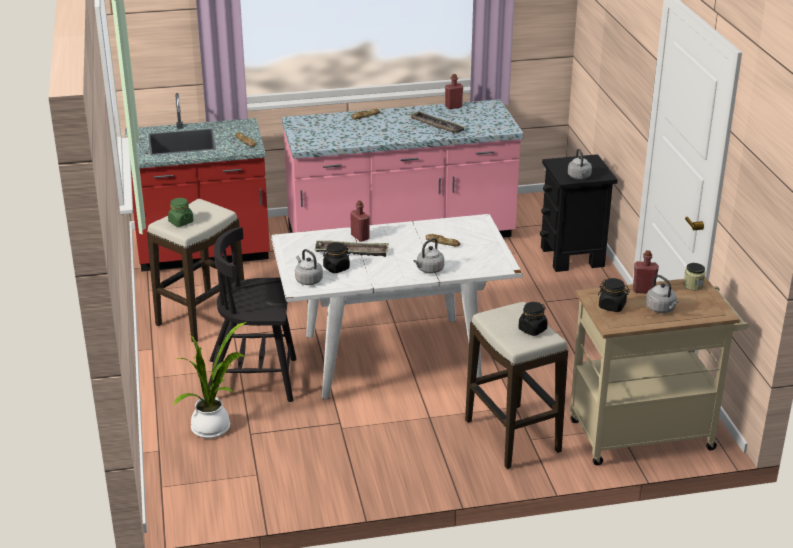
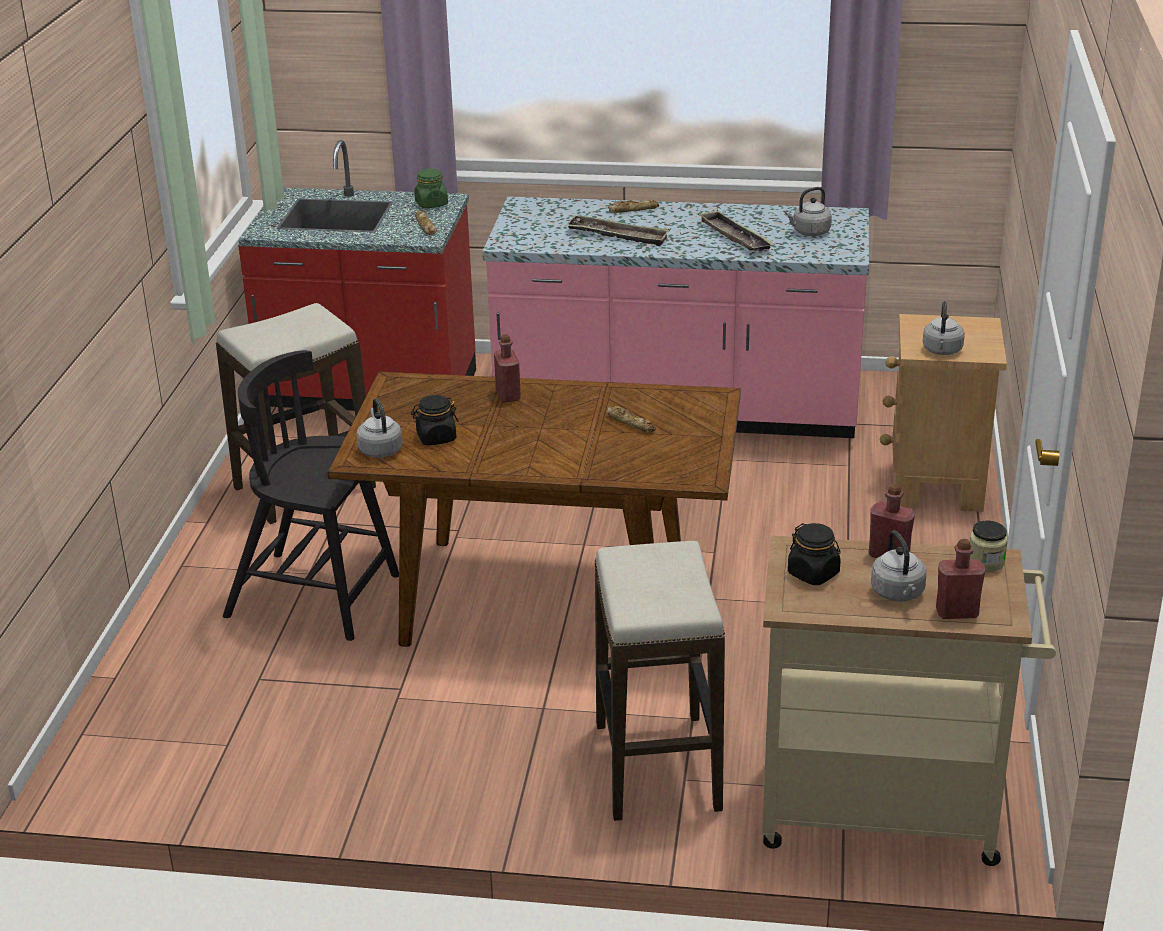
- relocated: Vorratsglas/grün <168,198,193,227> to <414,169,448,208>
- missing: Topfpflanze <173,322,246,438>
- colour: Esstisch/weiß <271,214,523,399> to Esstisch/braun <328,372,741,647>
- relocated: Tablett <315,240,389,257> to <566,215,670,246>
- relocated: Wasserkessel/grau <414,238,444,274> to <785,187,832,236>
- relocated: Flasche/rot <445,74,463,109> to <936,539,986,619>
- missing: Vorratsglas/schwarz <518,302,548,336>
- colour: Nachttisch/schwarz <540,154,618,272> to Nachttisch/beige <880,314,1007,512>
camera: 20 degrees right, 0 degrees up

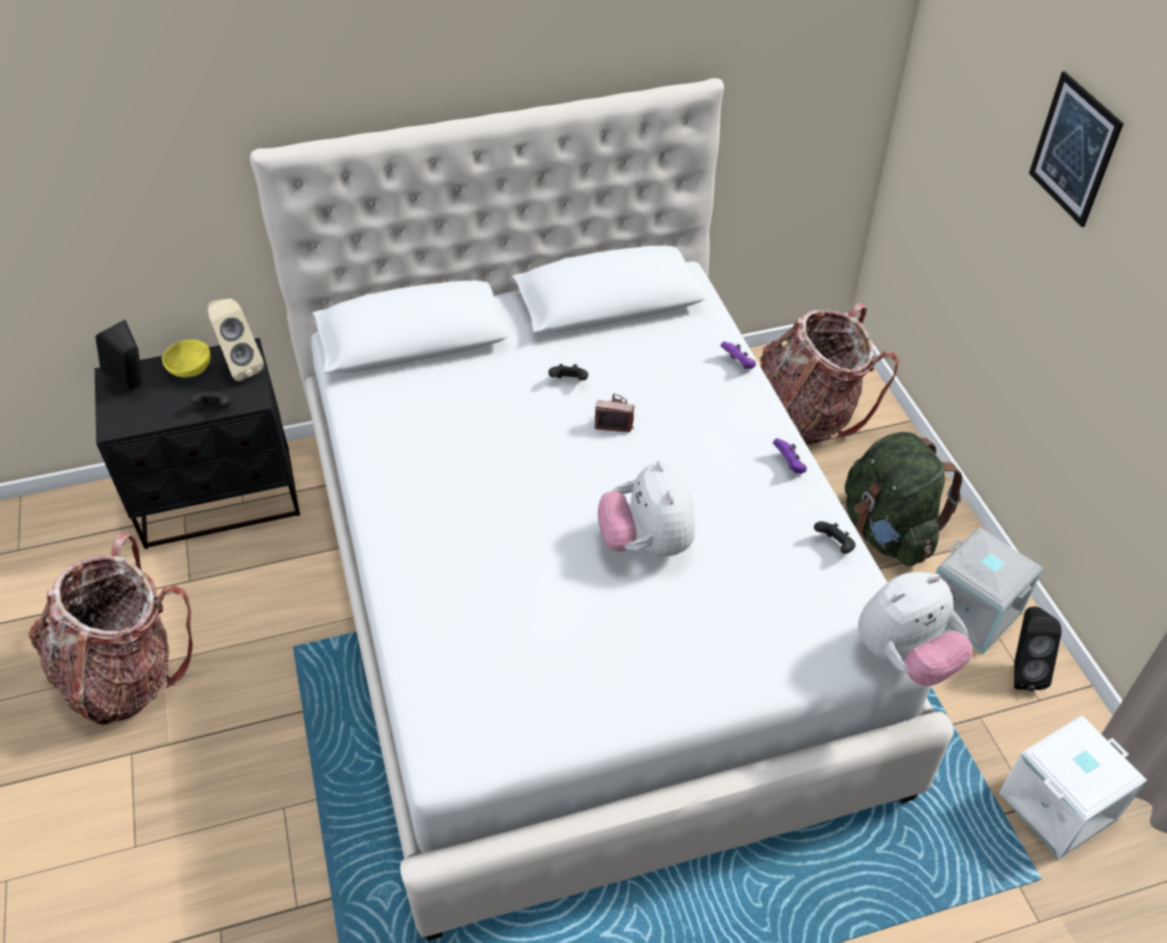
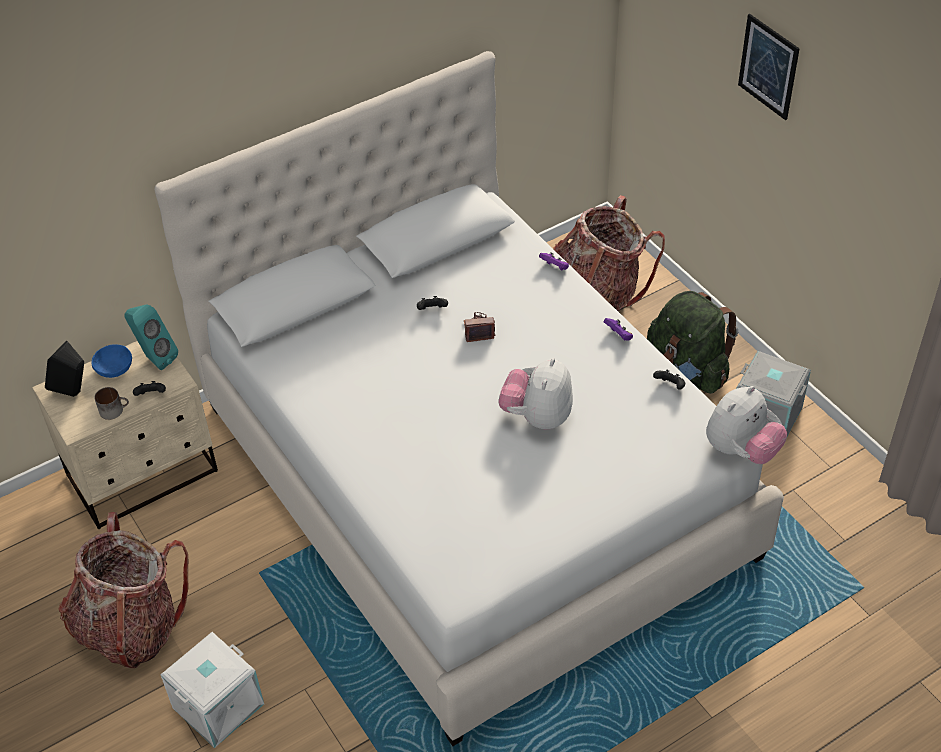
- colour: Nachttisch/schwarz <95,338,300,549> to Nachttisch/beige <32,341,218,529>
- colour: Schüssel/gelb <162,339,211,377> to Schüssel/blau <91,344,132,378>
- colour: Lautsprecher/beige <207,298,264,381> to Lautsprecher/türkis <125,304,178,370>
- spun: Plüschtier <598,461,695,557> = <498,358,573,429> 45 degrees clockwise
- relocated: Aufbewahrungsbox/weiß <999,715,1147,859> to <160,632,264,748>
- missing: Lautsprecher/schwarz <1014,606,1062,691>
- appeared: Henkelbecher <94,387,129,420>
camera: 15 degrees left, 0 degrees up

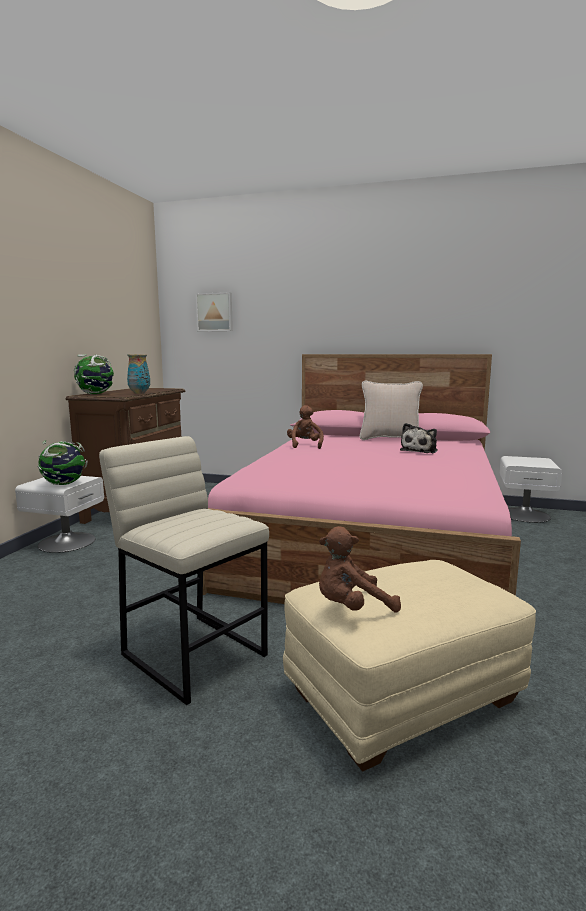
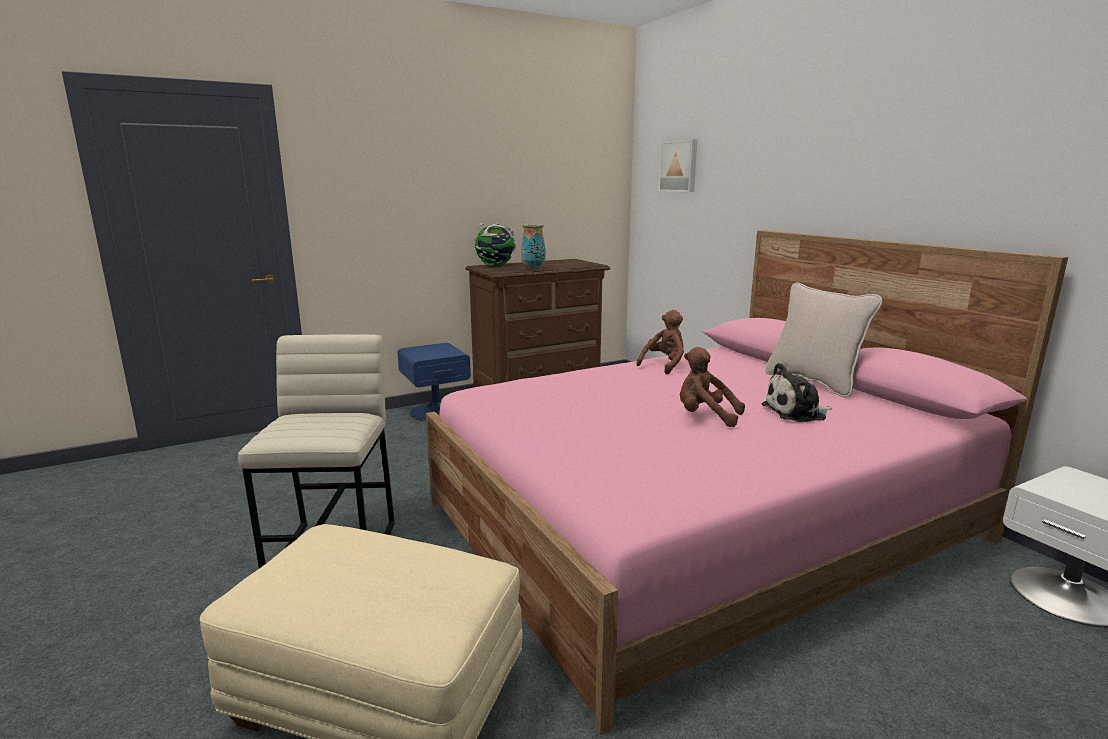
- colour: Nachttisch/weiß <15,476,104,553> to Nachttisch/blau <397,343,471,421>
- missing: Globus <38,440,87,485>
- relocated: Plüschtier/braun <319,526,401,613> to <680,347,745,427>
camera: 45 degrees right, 5 degrees up

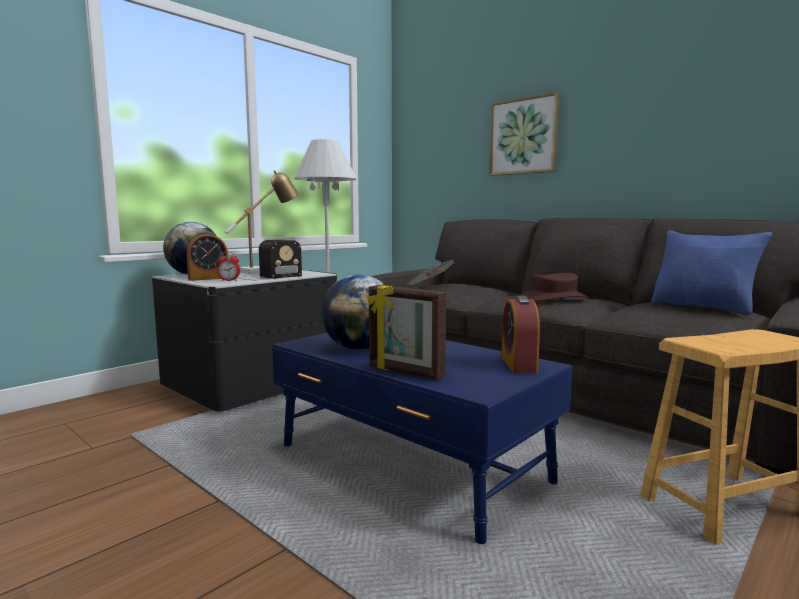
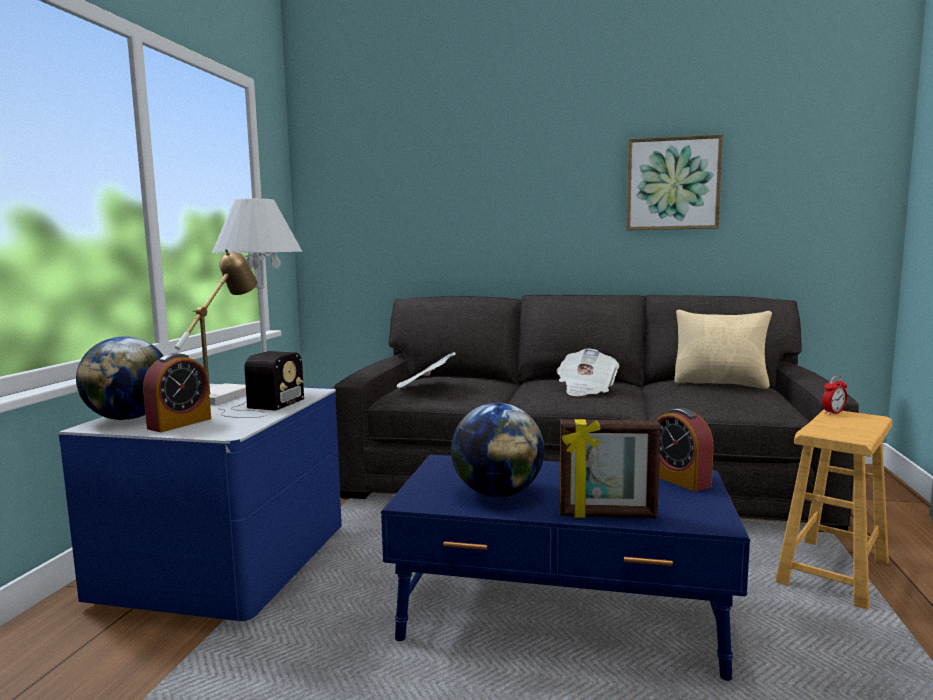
- colour: Nachttisch/schwarz <152,270,337,412> to Nachttisch/blau <58,384,342,621>
- relocated: Wecker <217,252,240,281> to <822,376,847,415>
- relocated: Bild <489,92,560,176> to <626,134,723,230>
- exchanged: Hut/braun <519,273,590,302> to Zeitung <557,349,619,396>
- colour: Kissen/blau <651,230,772,315> to Kissen/beige <674,310,772,389>
camera: 30 degrees left, 0 degrees up

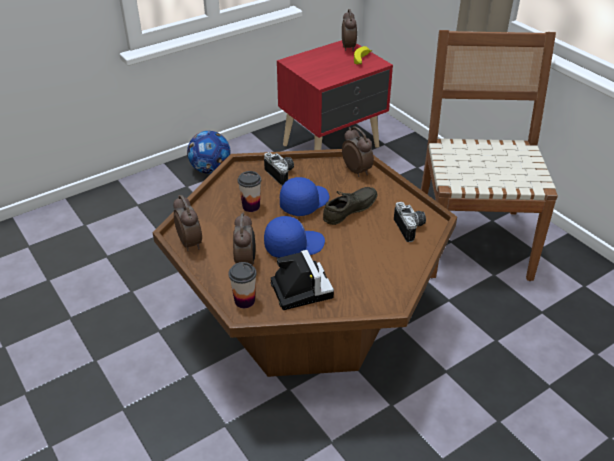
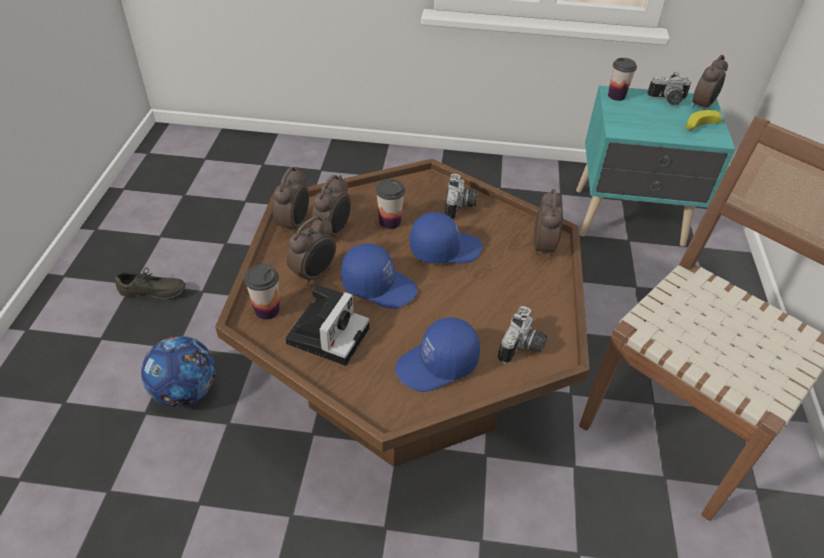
- relocated: Fußball <187,131,231,174> to <141,336,215,407>
- colour: Nachttisch/rot <277,40,393,150> to Nachttisch/türkis <576,85,736,247>
- relocated: Schuh/grau <323,187,378,225> to <115,267,186,299>
- appeared: Wecker <311,175,351,237>
- appeared: Kappe/blau <395,318,480,392>
- appeared: Tasse <608,58,637,101>
- appeared: Kamera <648,72,692,105>
camera: 40 degrees right, 5 degrees up

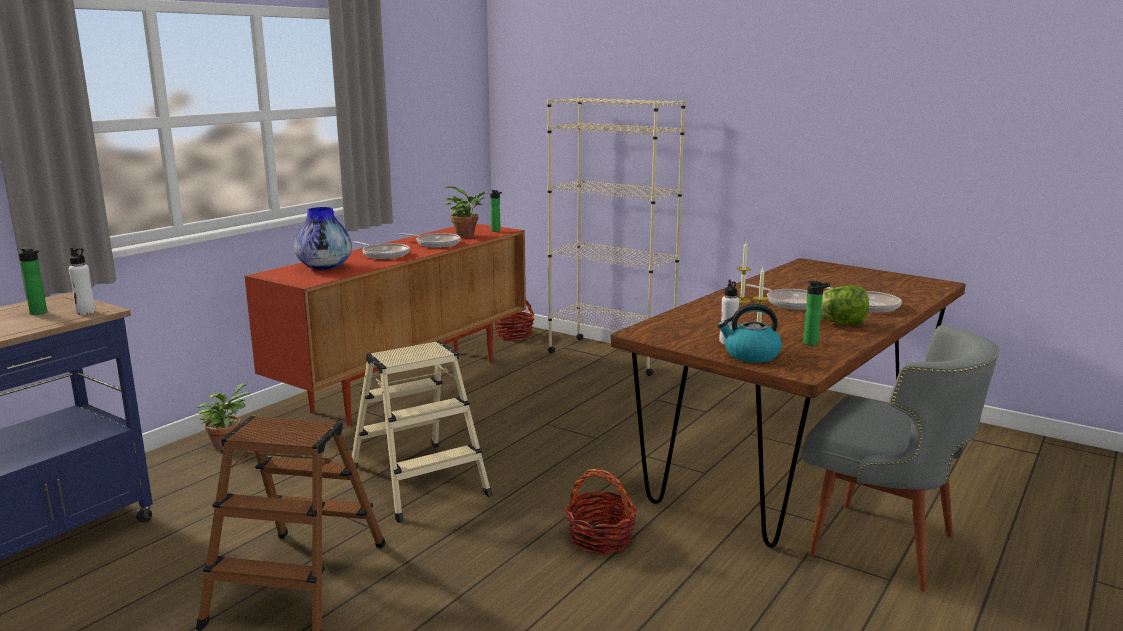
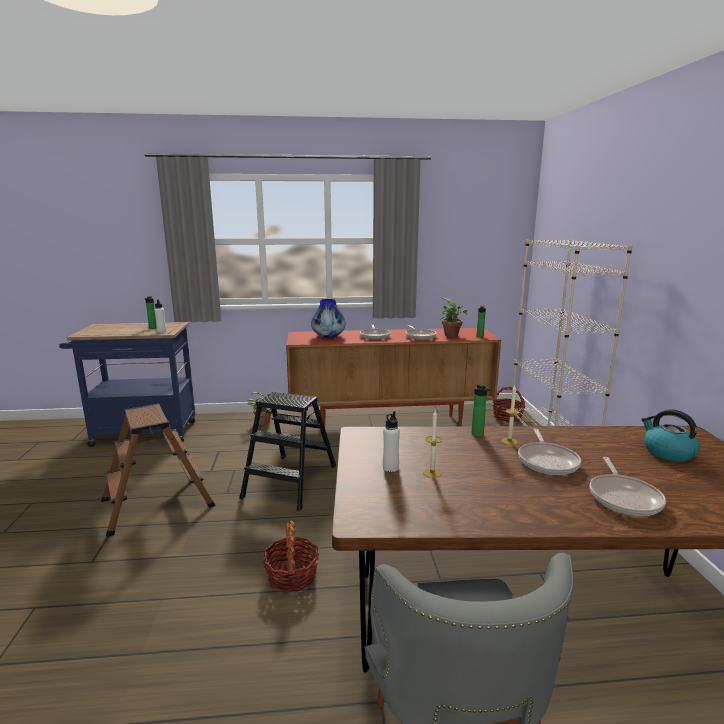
- colour: Trittleiter/beige <352,341,493,523> to Trittleiter/schwarz <239,391,336,511>
- relocated: Wasserkessel <717,304,782,363> to <641,409,700,462>
- relocated: Flasche <803,281,830,346> to <471,383,491,436>
- missing: Salatkopf <821,285,869,325>
camera: 50 degrees right, 0 degrees up

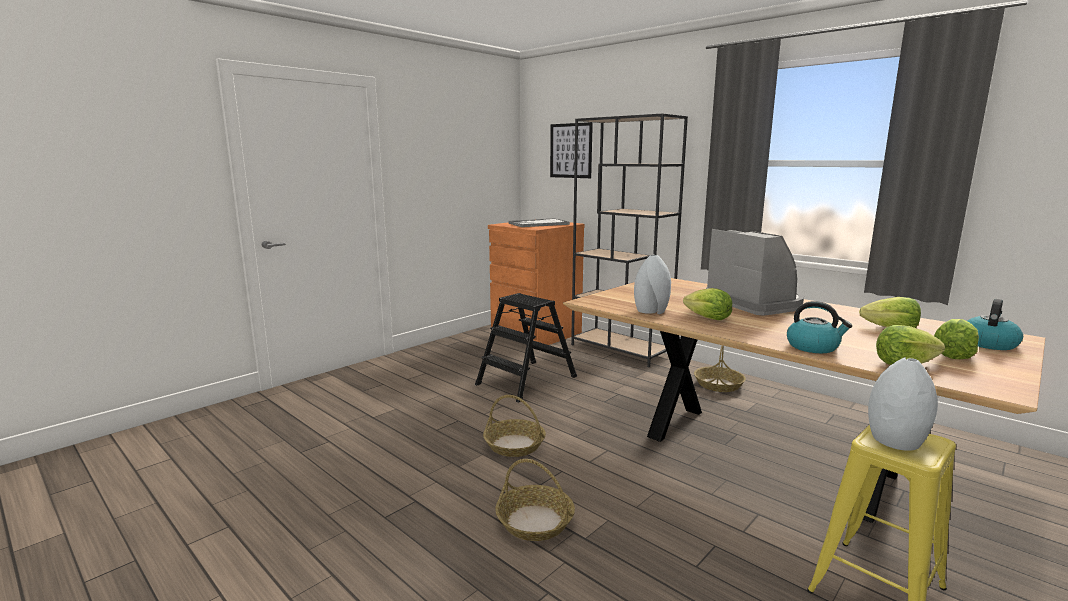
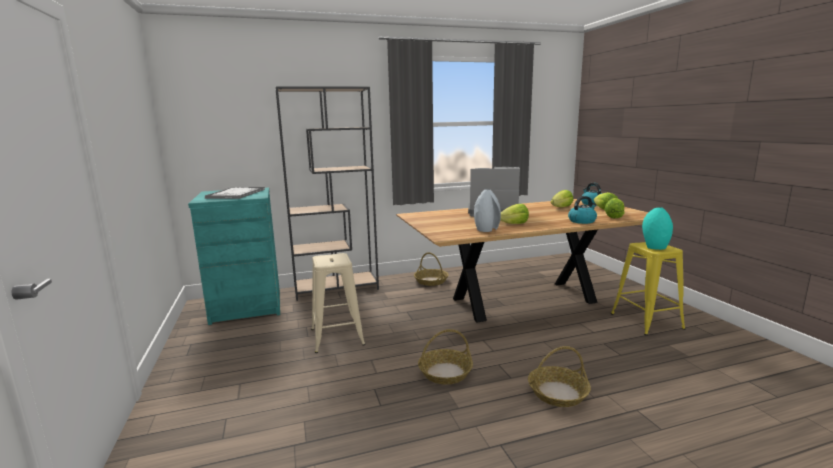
- exchanged: Trittleiter/schwarz <475,293,577,403> to Hocker/beige <311,253,365,353>
- colour: Kommode/orange <488,222,585,345> to Kommode/türkis <188,188,280,325>
- missing: Bild <550,122,593,178>
- colour: Vase/grau <868,357,938,451> to Vase/türkis <642,207,673,250>
camera: 60 degrees left, 0 degrees up

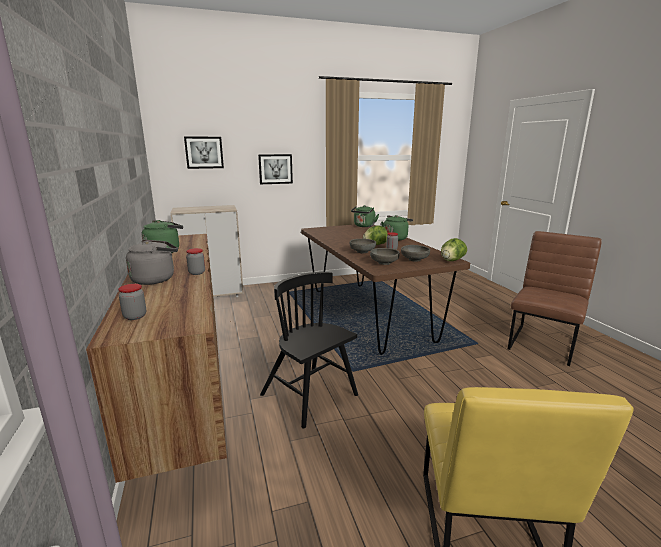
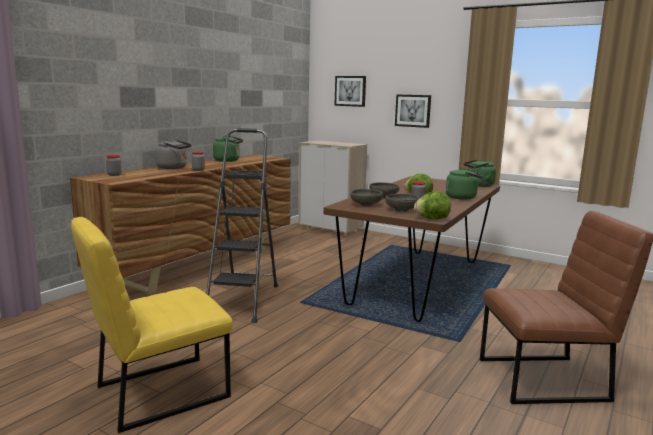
- exchanged: Stuhl/schwarz <260,272,358,428> to Trittleiter <206,128,278,323>
camera: 50 degrees right, 5 degrees down

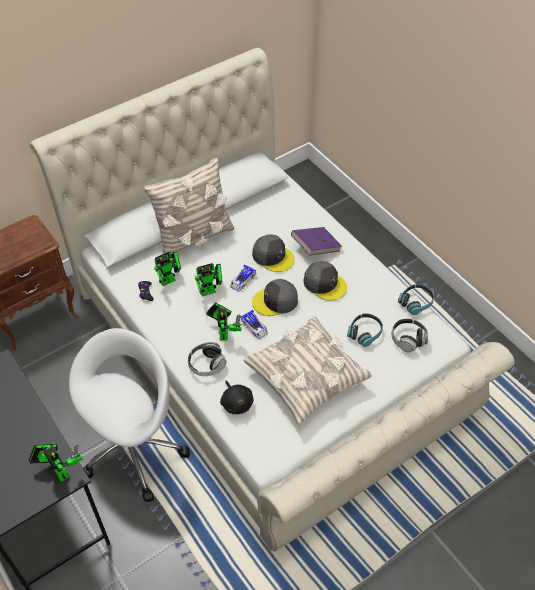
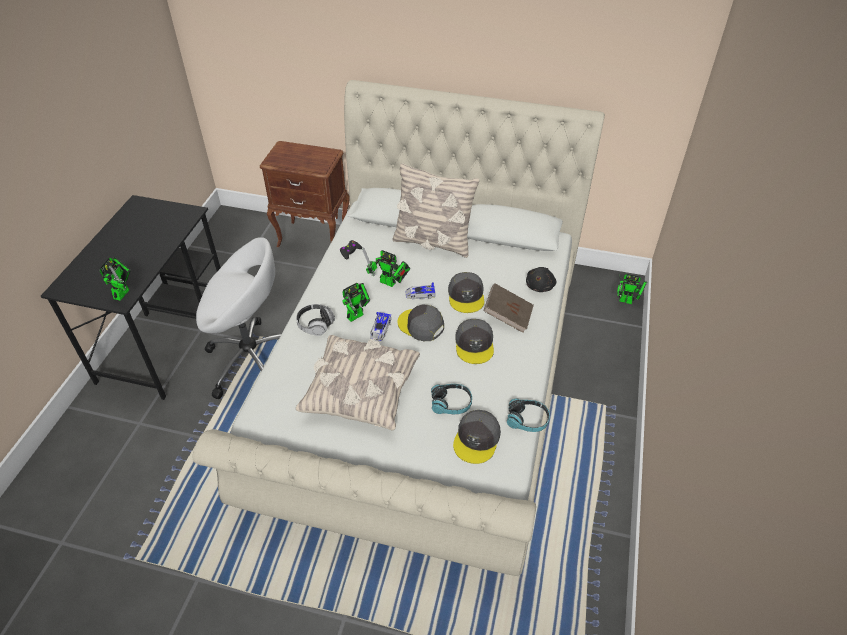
- relocated: Spielzeugroboter <154,251,181,286> to <617,274,647,304>
- relocated: Plüschtier/schwarz <220,381,254,414> to <526,267,556,292>
- colour: Buch/lila <291,227,342,256> to Buch/braun <483,283,534,333>
- exchanged: Kopfhörer <391,318,428,353> to Kappe/grau <453,410,501,464>
camera: 50 degrees right, 5 degrees down

